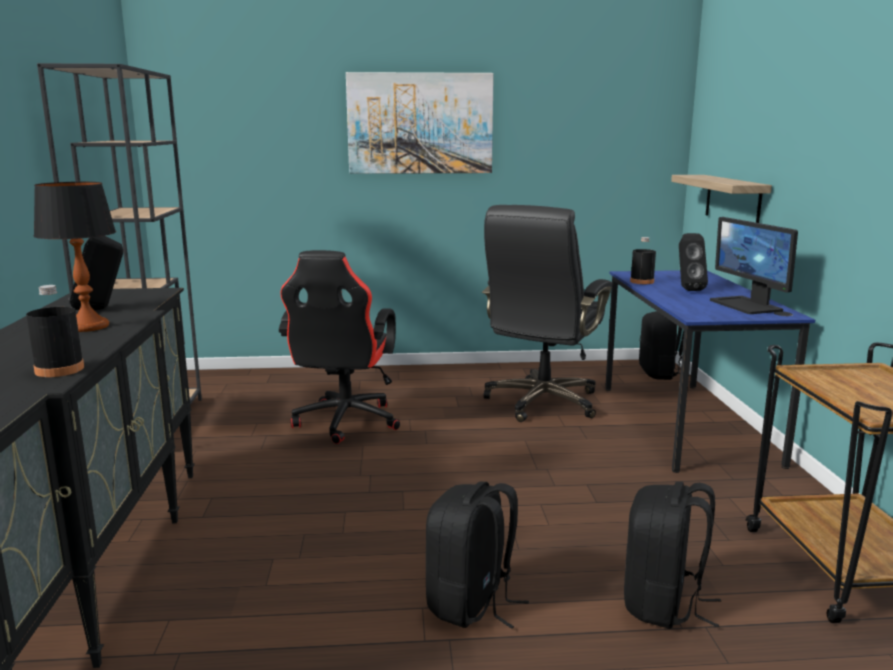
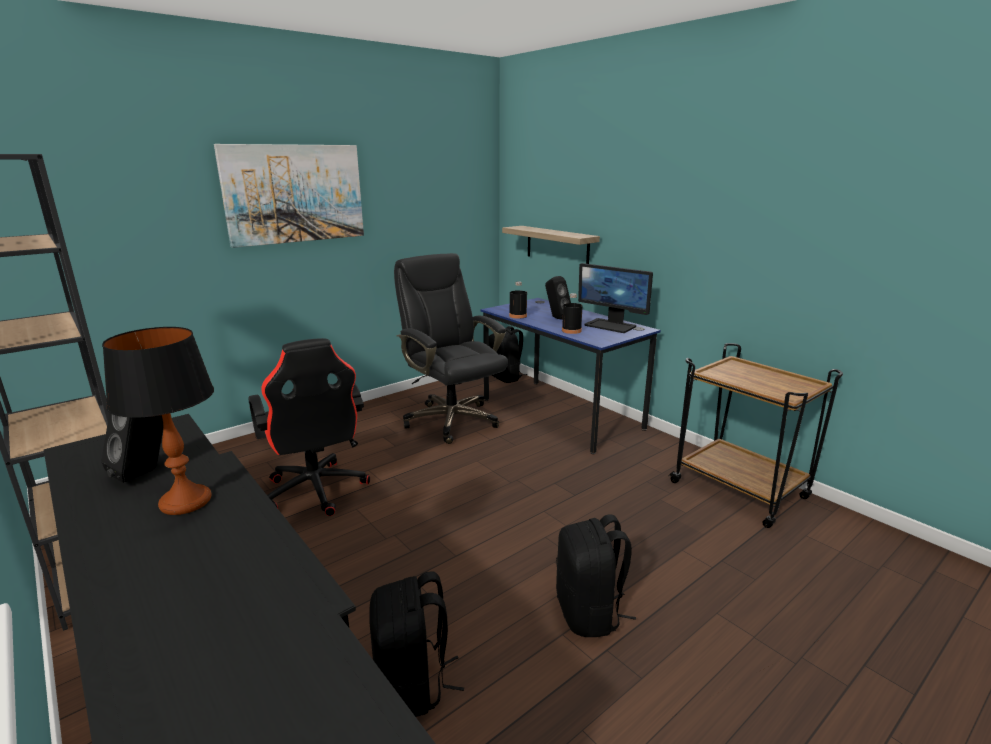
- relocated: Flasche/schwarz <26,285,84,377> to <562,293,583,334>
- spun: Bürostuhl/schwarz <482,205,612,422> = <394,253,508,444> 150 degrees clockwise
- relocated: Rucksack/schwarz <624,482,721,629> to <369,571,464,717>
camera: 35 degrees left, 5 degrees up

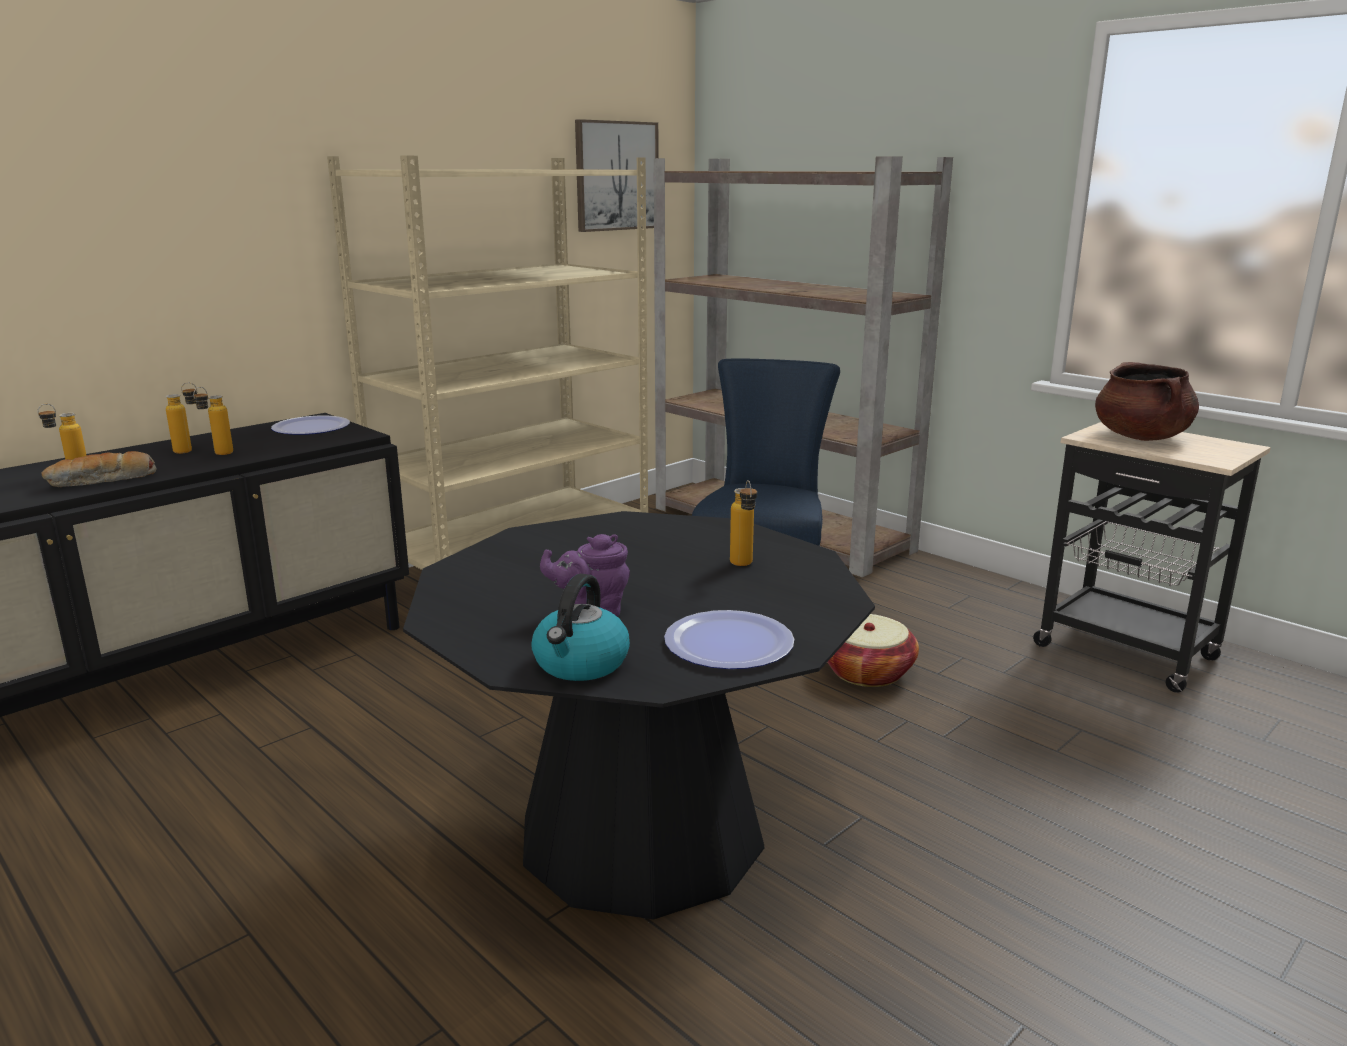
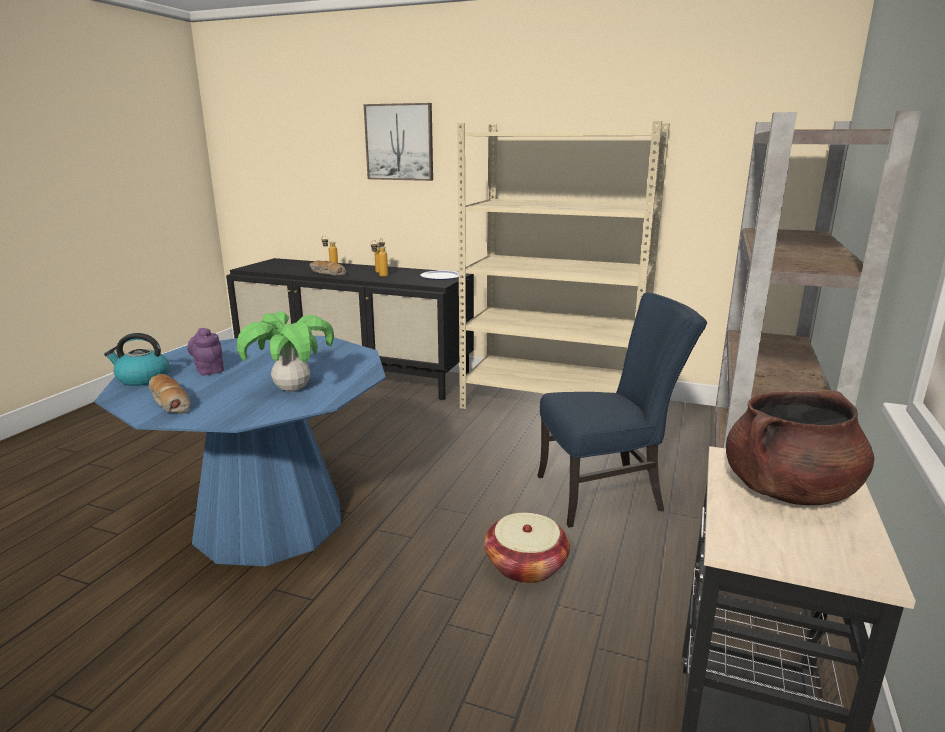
- colour: Esstisch/schwarz <403,511,875,919> to Esstisch/blau <95,336,386,566>
- relocated: Bild <575,119,659,232> to <364,103,433,181>
- exchanged: Teller <664,610,794,669> to Brot <149,374,191,414>
- exchanged: Flasche <730,480,757,566> to Topfpflanze <237,311,334,392>
camera: 65 degrees right, 0 degrees up

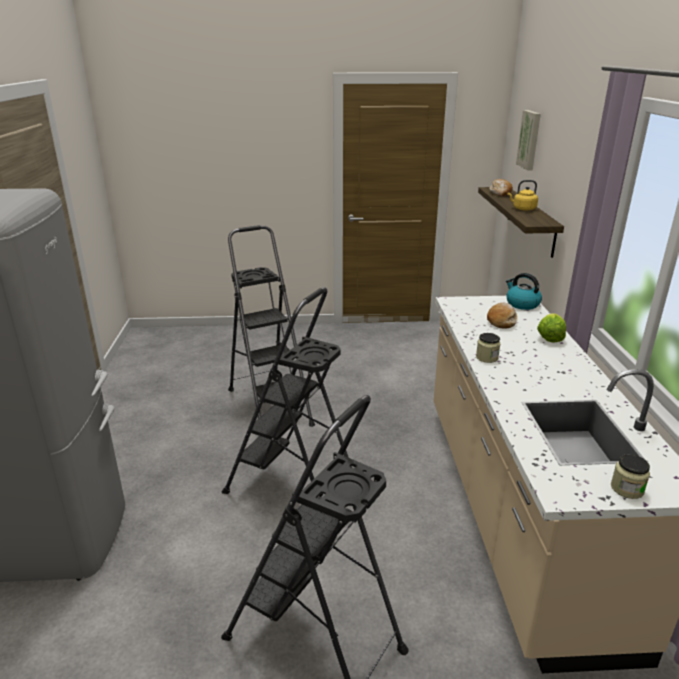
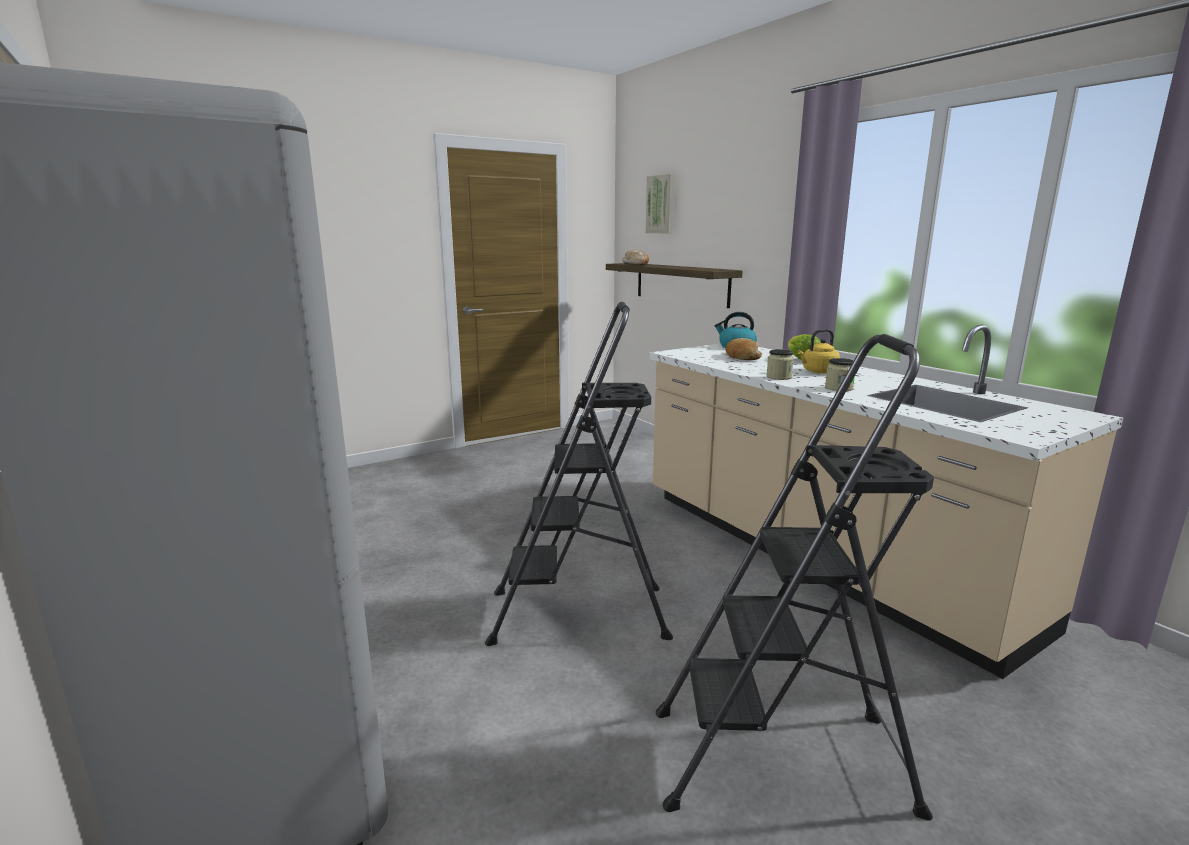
- missing: Trittleiter <228,225,315,427>
- relocated: Wasserkessel/gelb <508,180,538,211> to <797,329,840,374>
- relocated: Vorratsglas <611,454,650,499> to <825,358,854,391>
camera: 30 degrees left, 10 degrees down

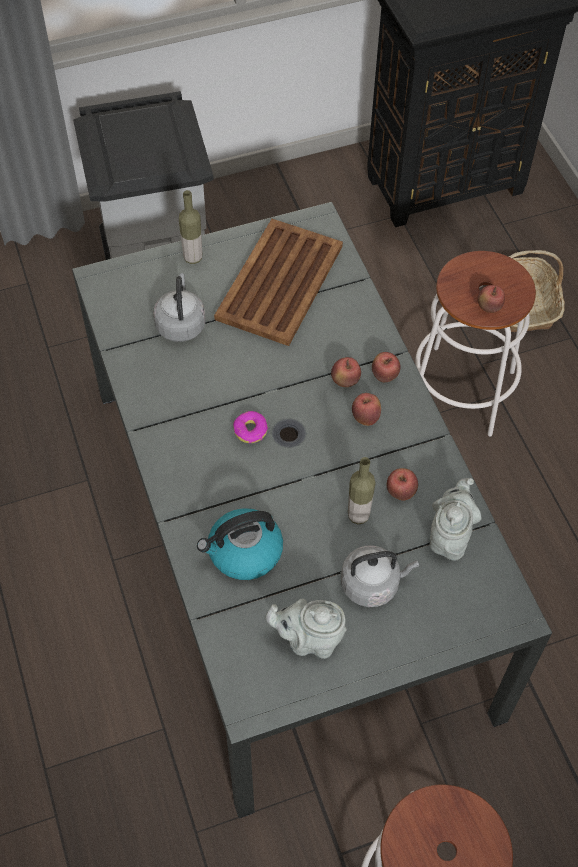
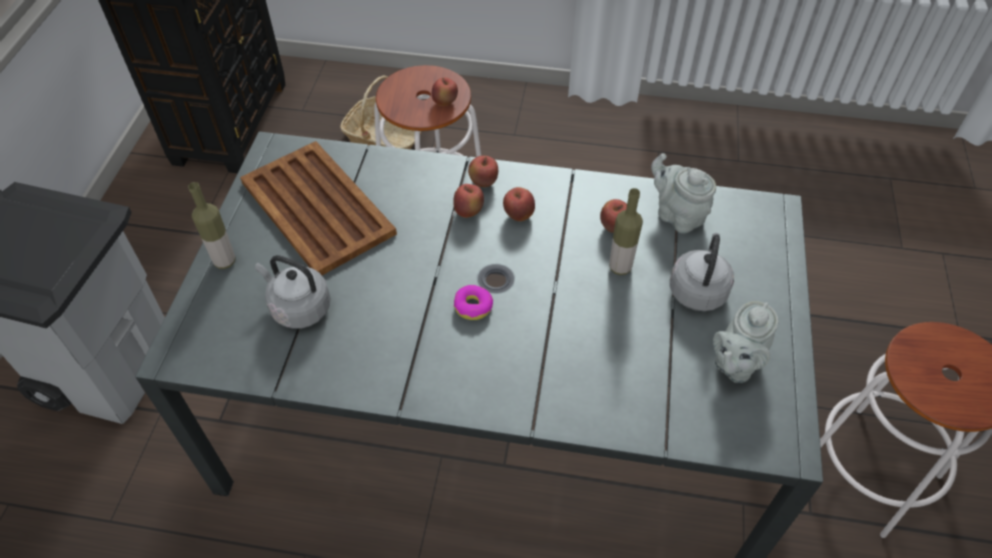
- missing: Wasserkessel <197,508,283,580>
camera: 60 degrees left, 5 degrees down

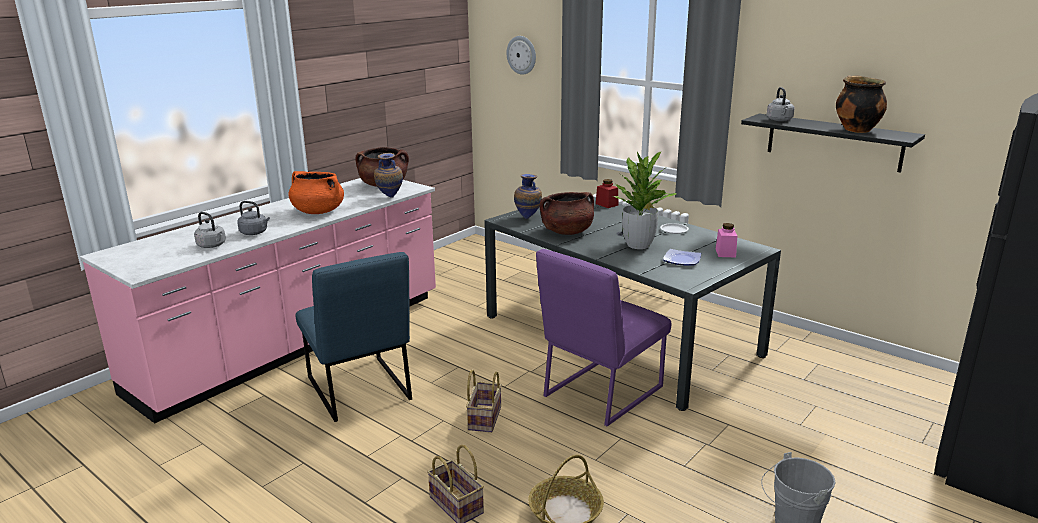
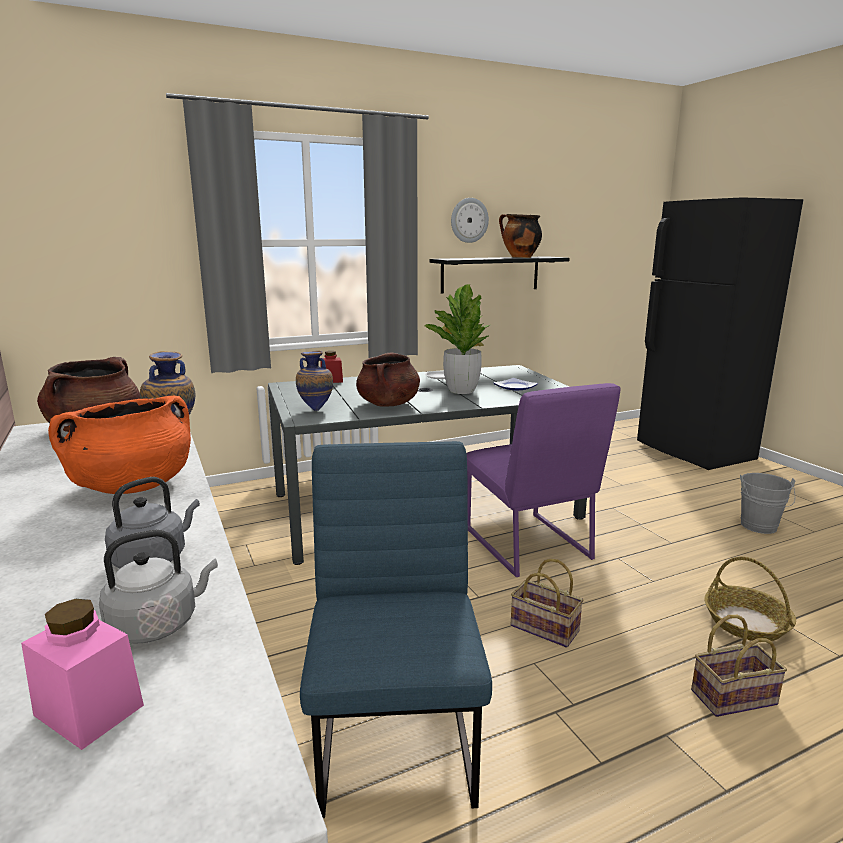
- spun: Stuhl/blau <296,252,412,422> = <300,441,492,818> 90 degrees counterclockwise
- relocated: Wanduhr <507,36,536,75> to <451,198,489,243>
- relocated: Vorratsglas/rosa <716,223,737,258> to <21,599,144,750>
- missing: Wasserkessel/grau <767,87,795,121>
camera: 65 degrees left, 5 degrees down

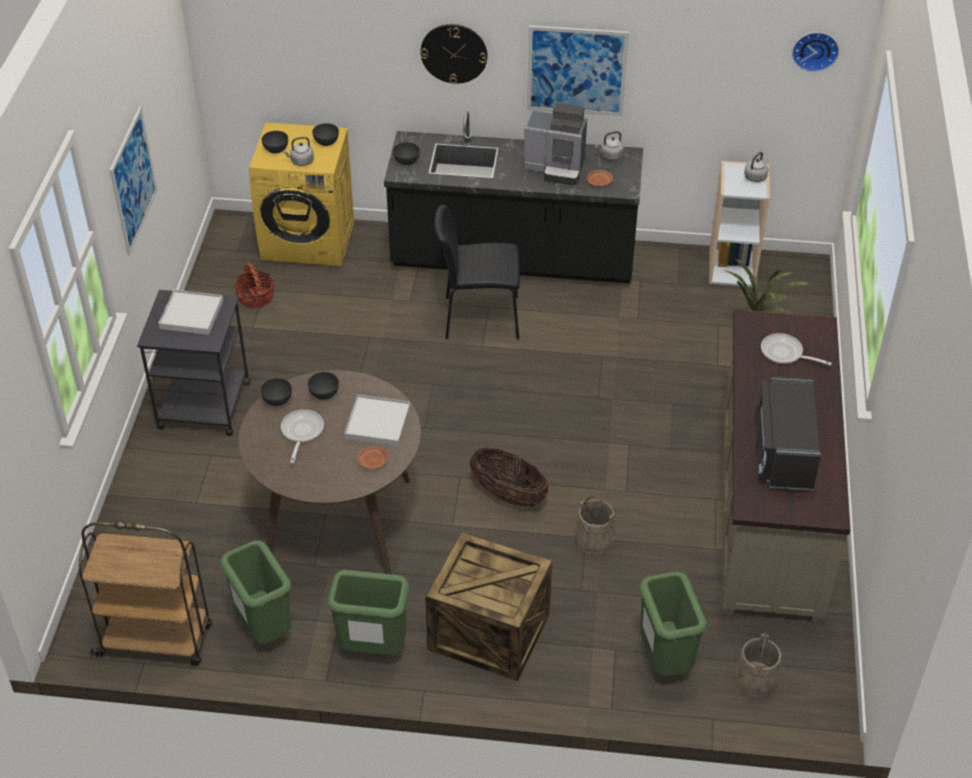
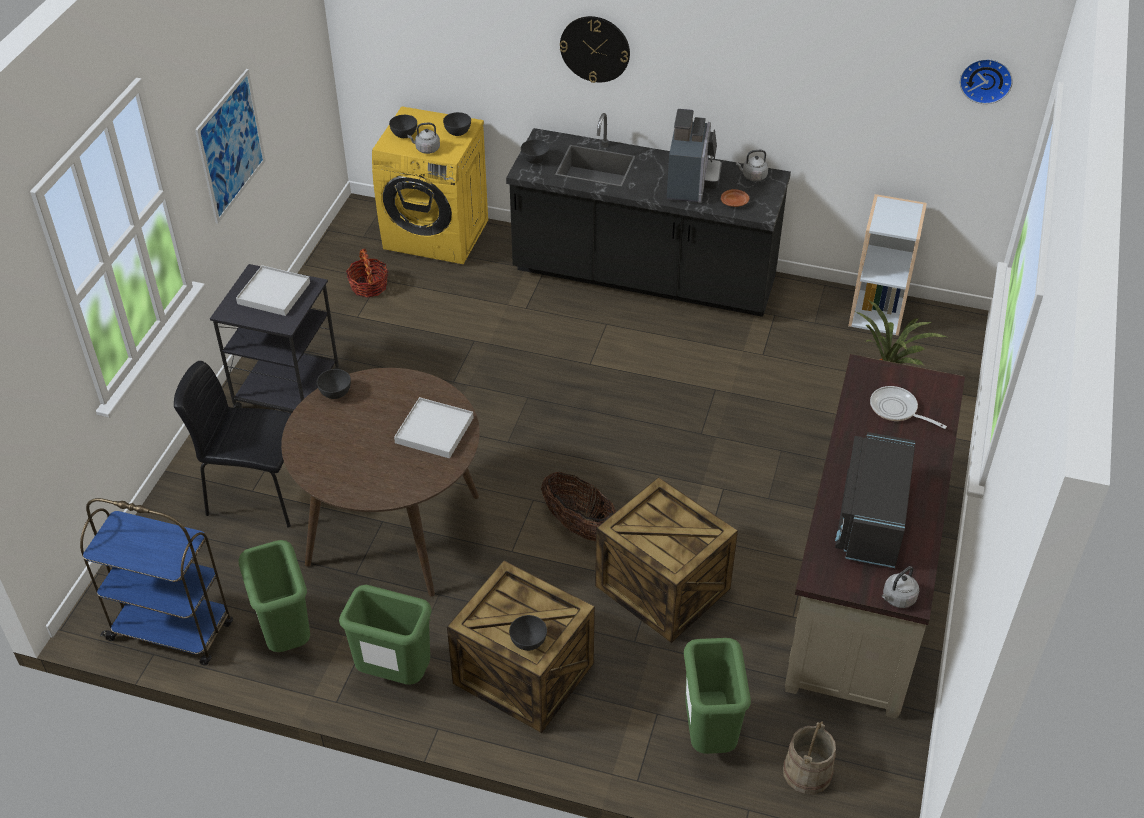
- colour: Rollwagen/braun <79,521,213,666> to Rollwagen/blau <80,498,233,665>
- missing: Pfanne <281,410,324,463>
- relocated: Schüssel/grau <308,372,339,400> to <509,615,547,651>
- missing: Teller/braun <357,446,388,469>
- relocated: Stuhl/schwarz <434,205,520,340> to <174,361,292,528>
- spun: Kaffeemaschine <524,103,587,185> = <667,109,722,203> 105 degrees counterclockwise
- missing: Bild <527,26,629,116>
- exchanged: Eimer/beige <574,496,615,556> to Kiste <595,477,738,643>
- relocated: Wasserkessel/grau <744,152,768,182> to <881,566,919,608>
camera: 10 degrees right, 0 degrees up

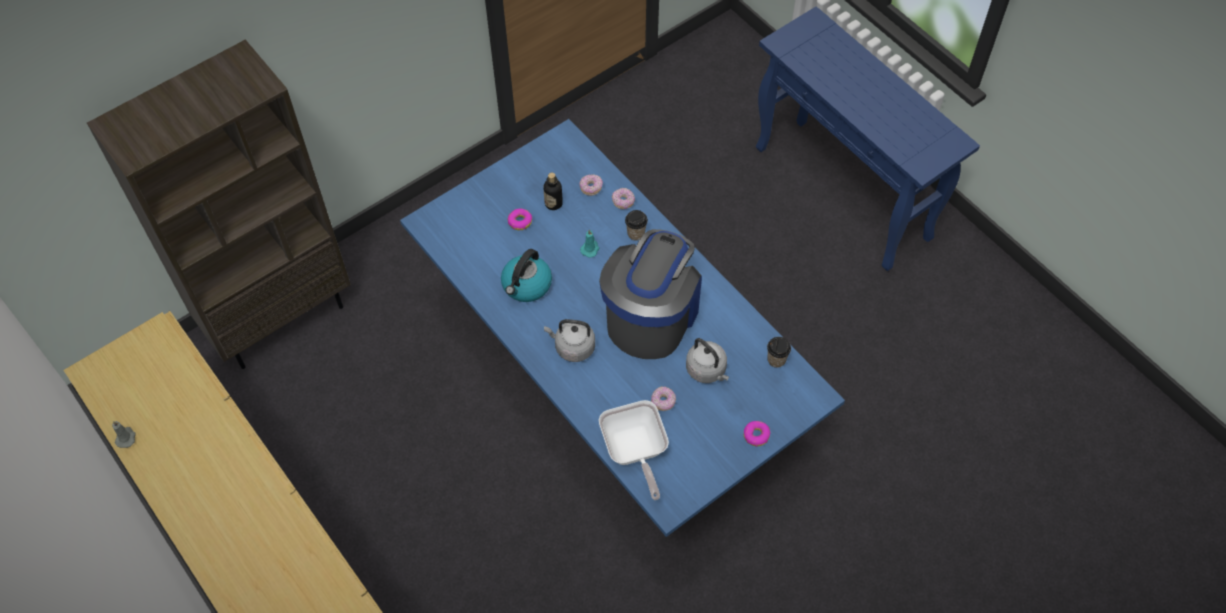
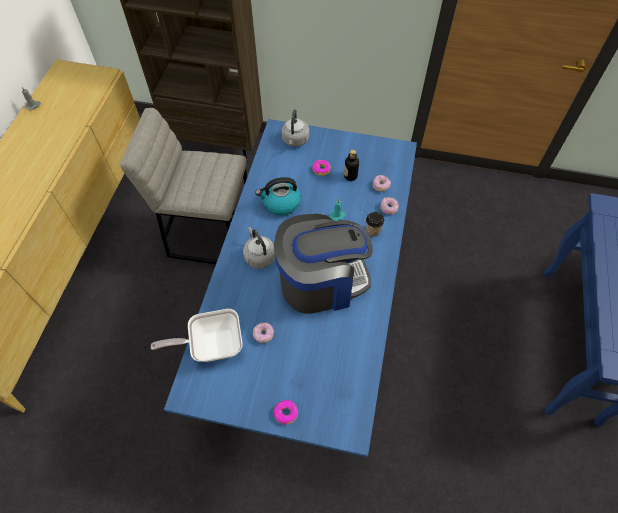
- spun: Pfanne <599,400,669,500> = <151,309,243,362> 45 degrees clockwise
- relocated: Wasserkessel/grau <686,338,729,383> to <282,109,309,147>
- missing: Tasse <767,337,791,368>
- appeared: Stuhl/grau <120,108,247,264>
camera: 50 degrees right, 0 degrees up

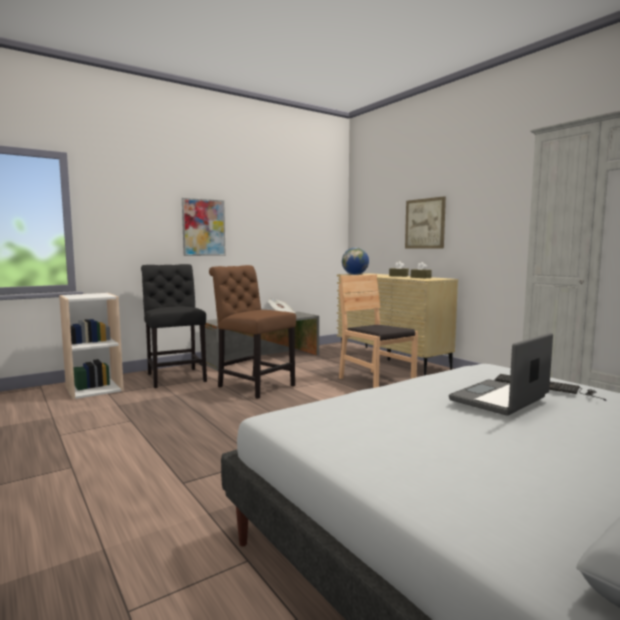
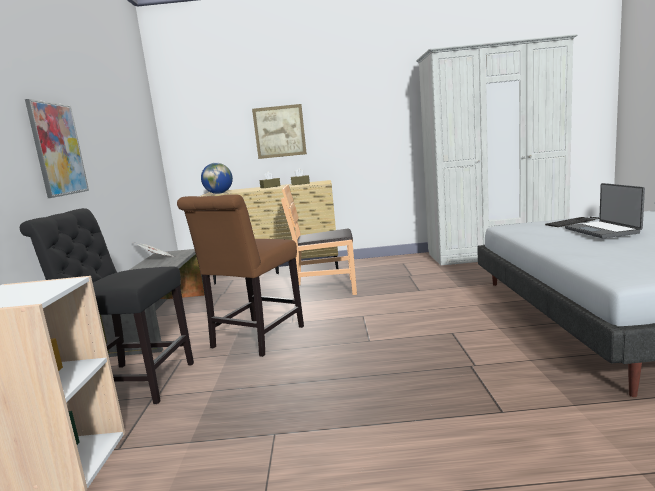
- spun: Stuhl/braun <209,265,296,399> = <177,194,304,357> 45 degrees counterclockwise
camera: 55 degrees left, 5 degrees up

